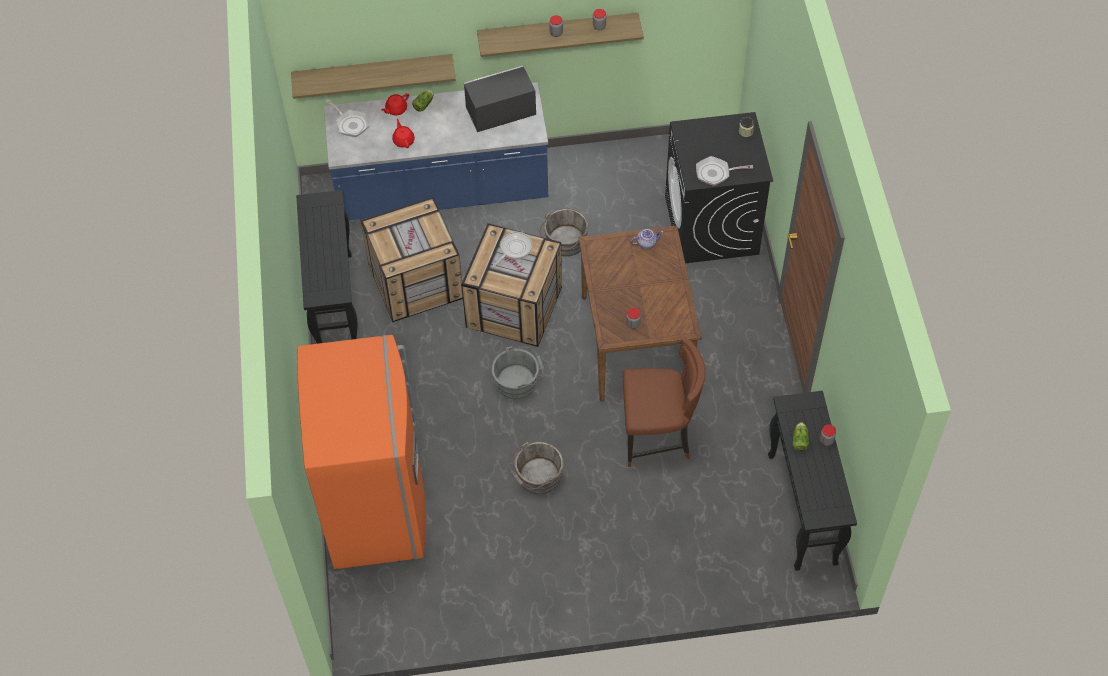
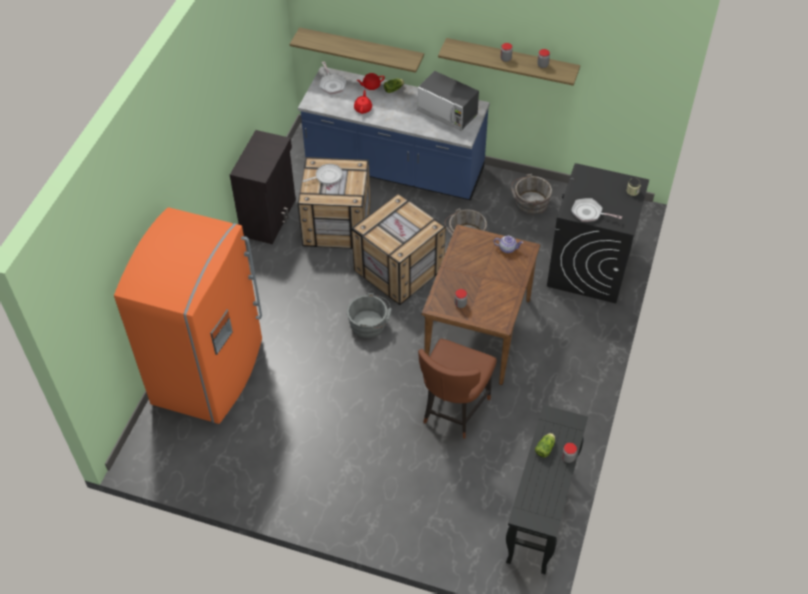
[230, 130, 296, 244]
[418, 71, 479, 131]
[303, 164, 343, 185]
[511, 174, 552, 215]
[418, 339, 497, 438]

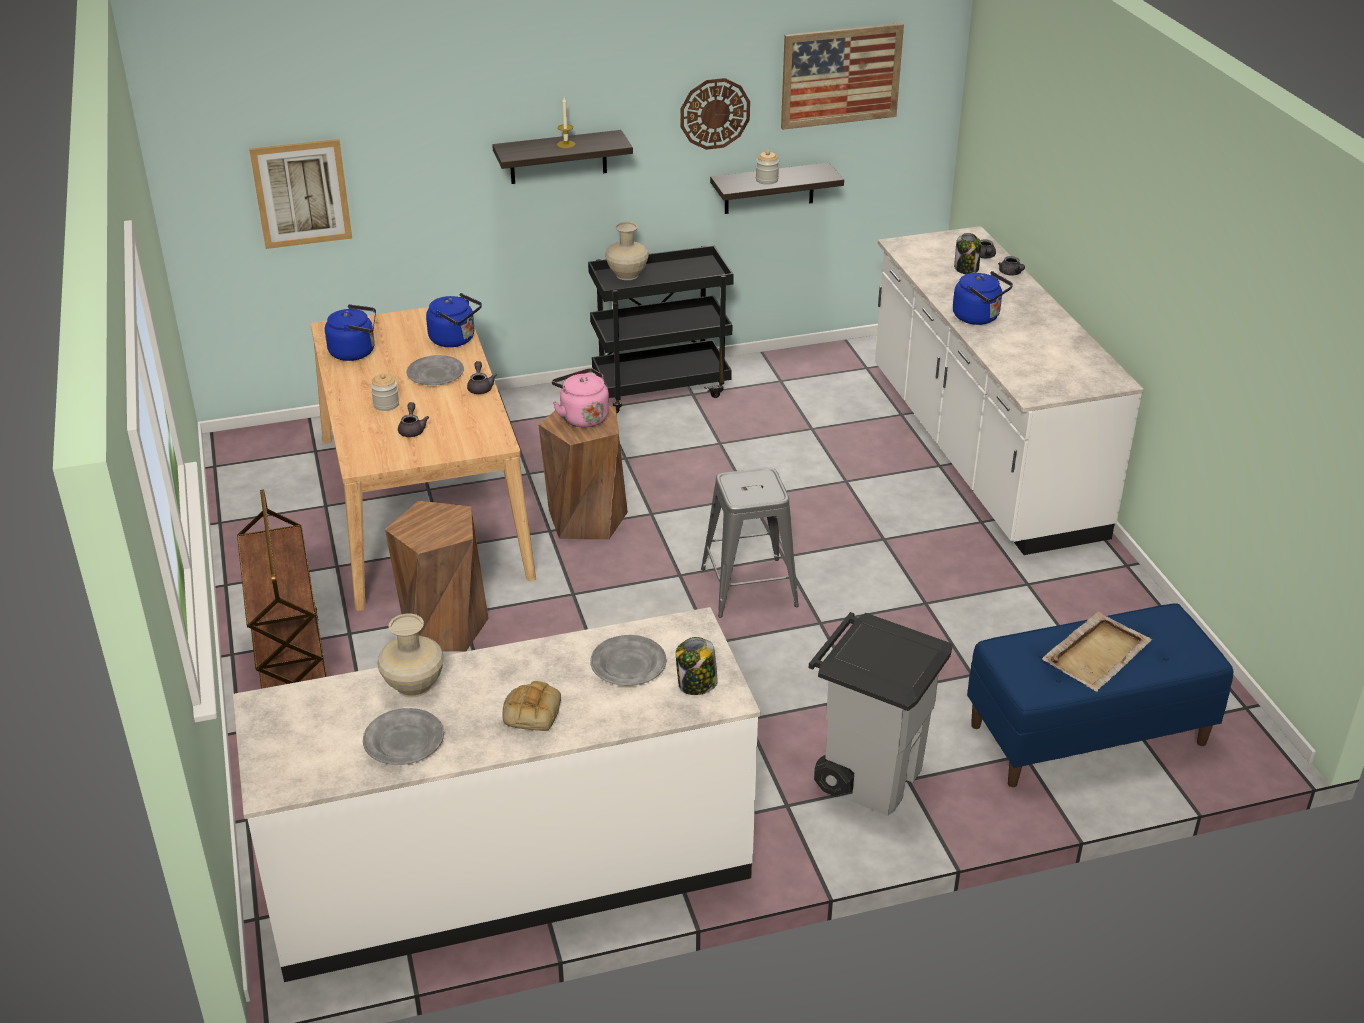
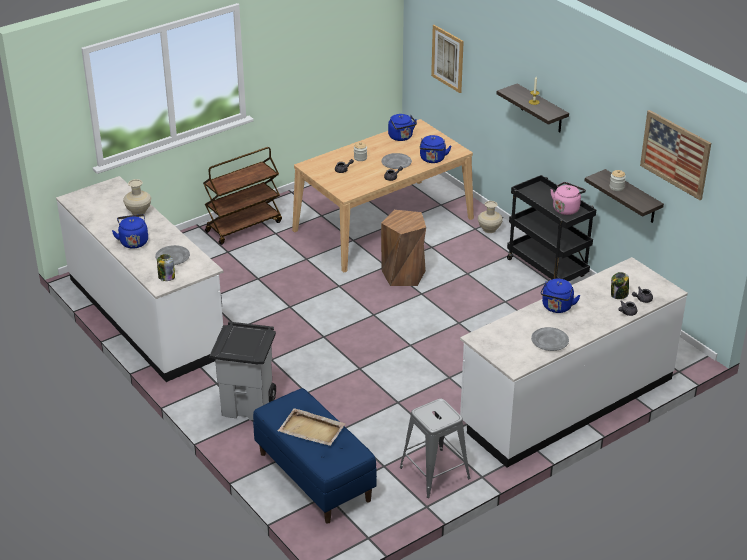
[531, 327, 569, 351]
[385, 501, 489, 652] (first image)
[112, 214, 148, 249]
[550, 182, 586, 215]
[478, 201, 503, 233]
[681, 78, 750, 150] (first image)
[400, 399, 470, 498]

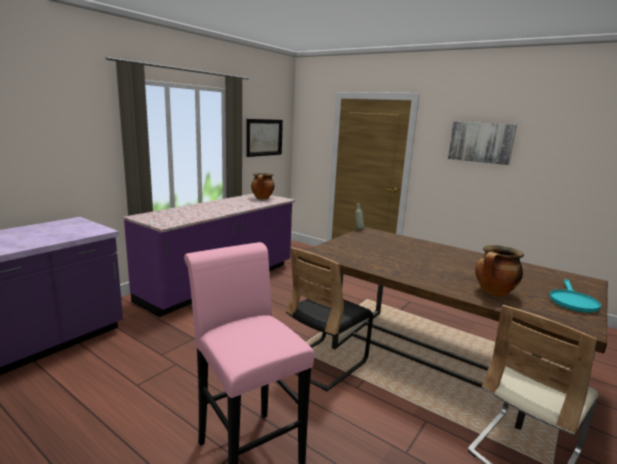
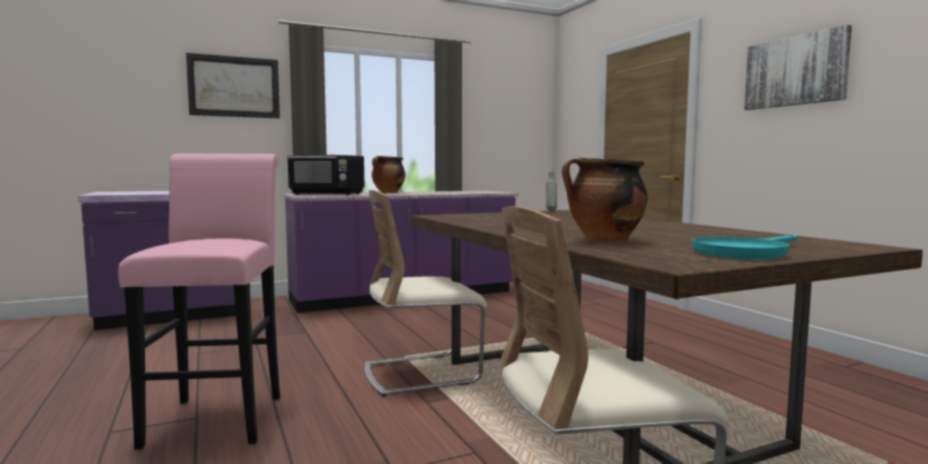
[186, 53, 280, 118]
[372, 156, 405, 193]
[365, 190, 487, 397]
[287, 155, 365, 195]

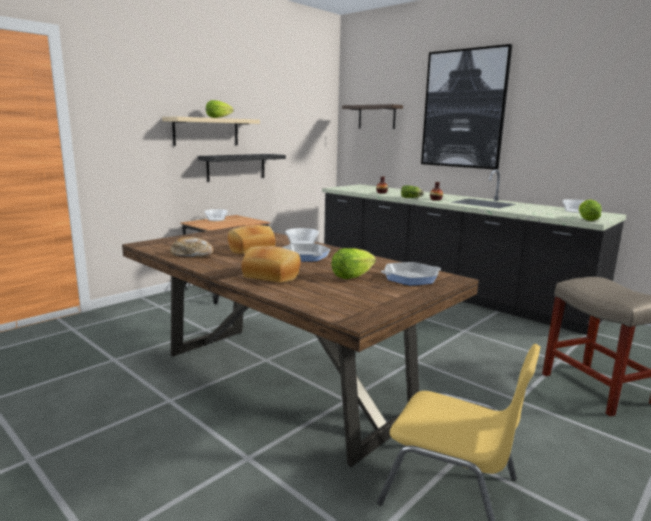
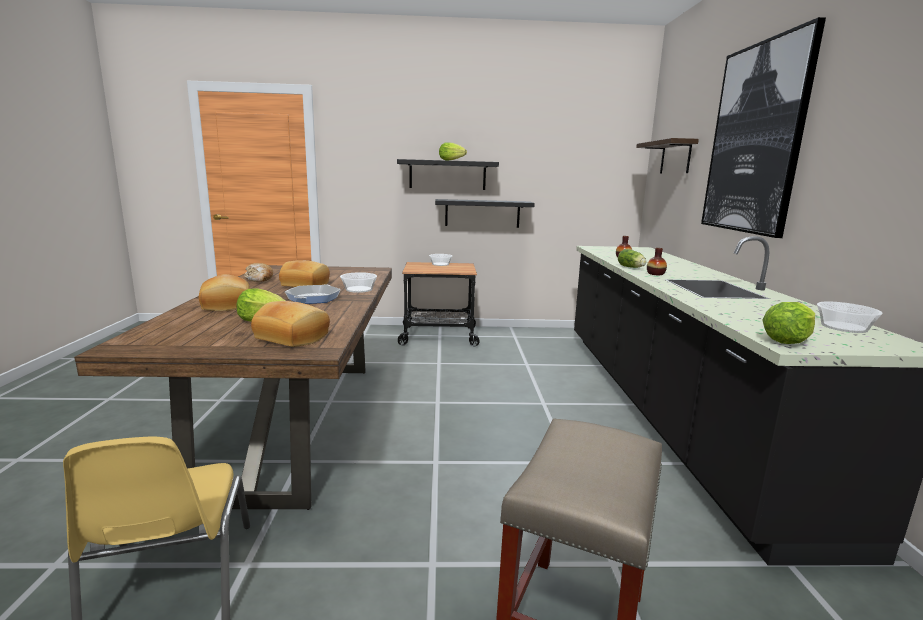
[397, 159, 499, 190]
[251, 301, 330, 347]

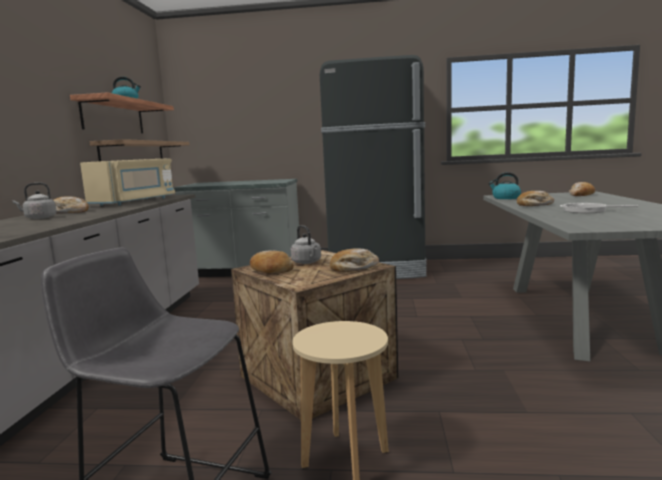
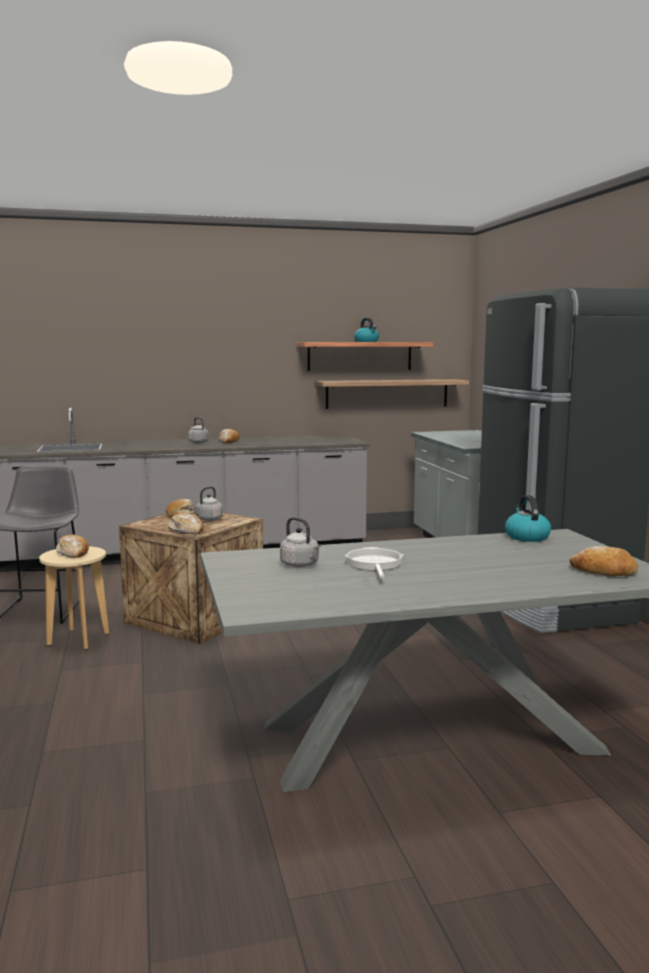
[80, 158, 175, 206] (first image)
[56, 534, 89, 558]
[280, 517, 321, 567]

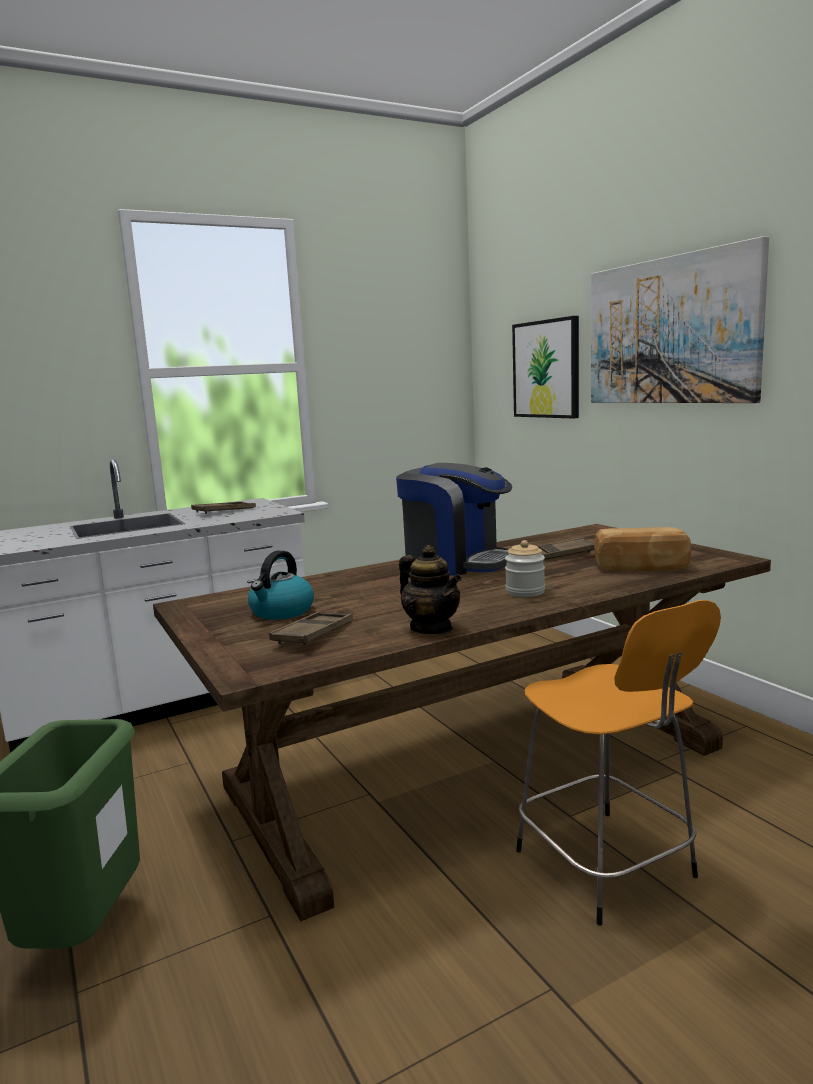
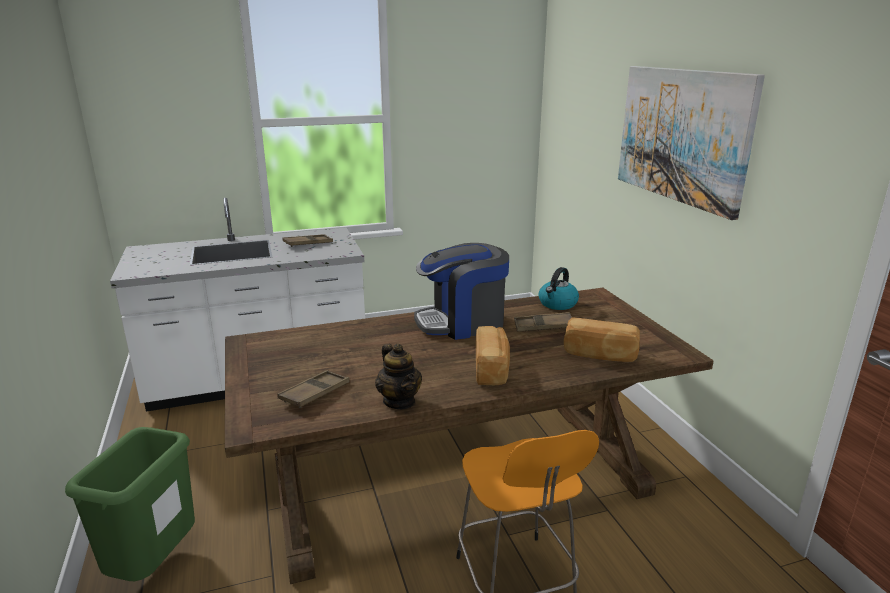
[538, 267, 579, 310]
[414, 243, 509, 340]
[475, 326, 510, 385]
[512, 316, 579, 419] (first image)

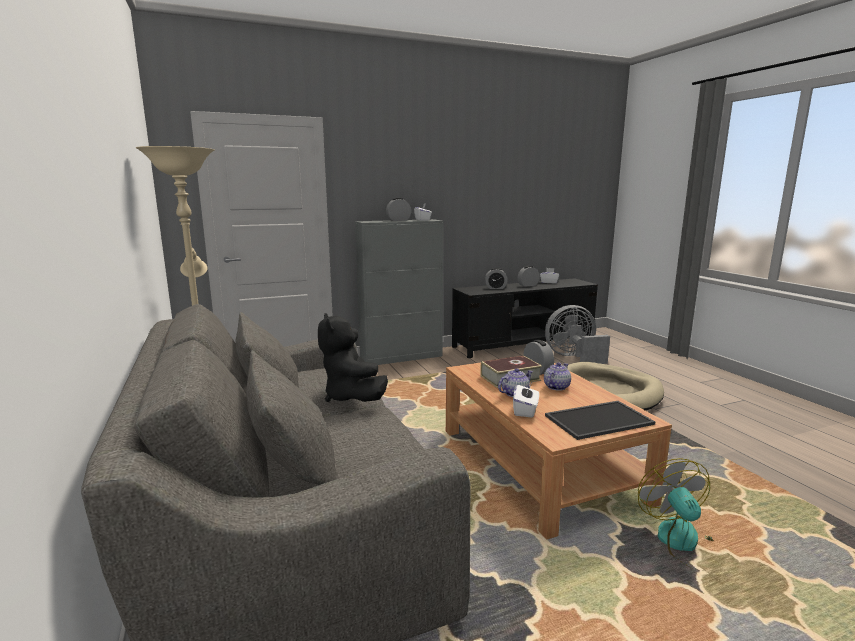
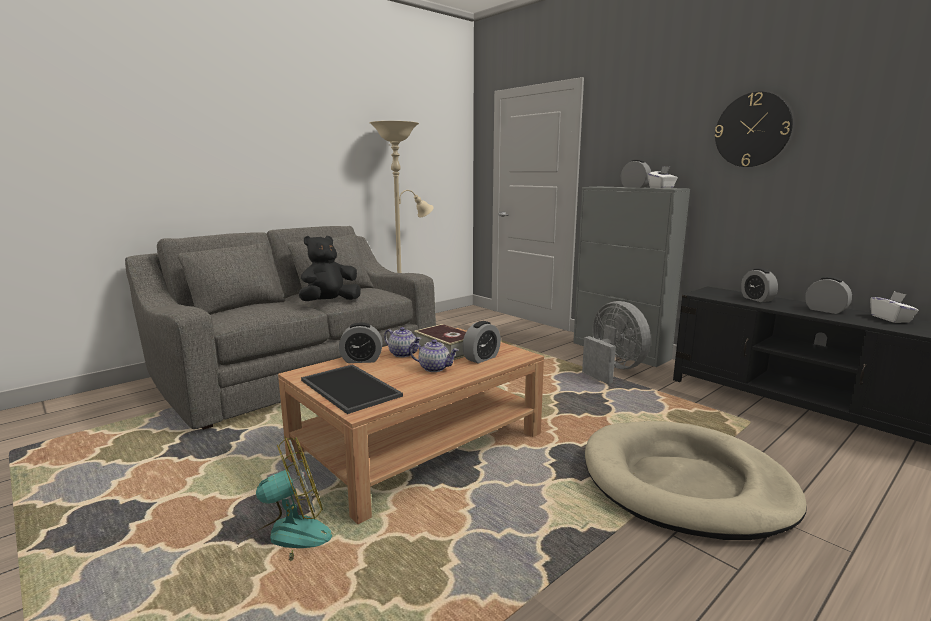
[339, 322, 383, 363]
[582, 301, 651, 384]
[715, 92, 793, 167]

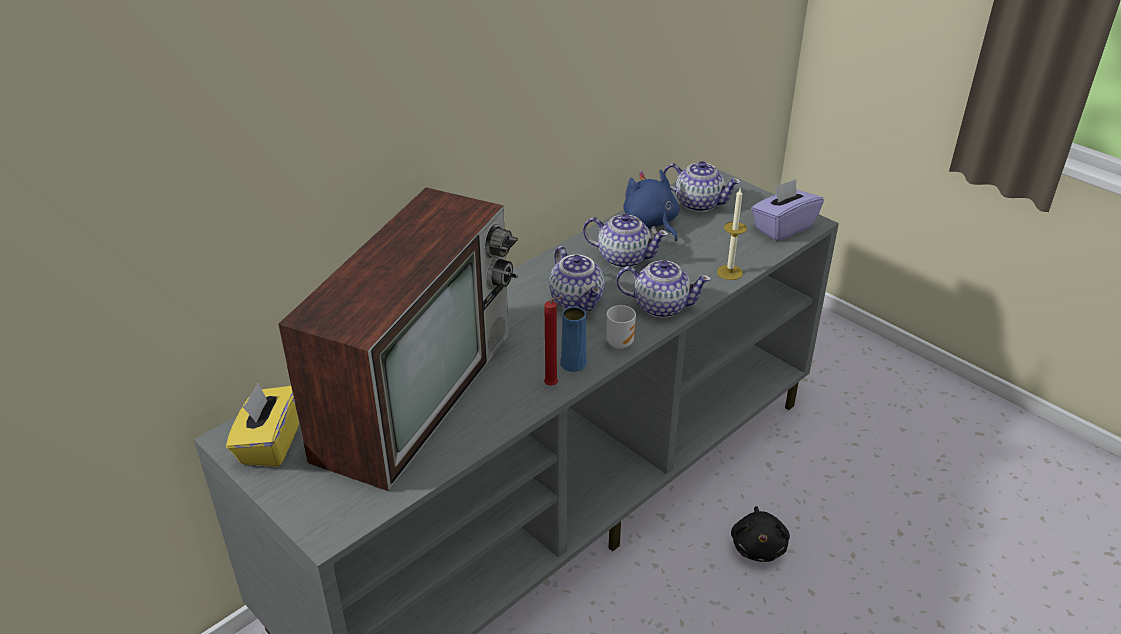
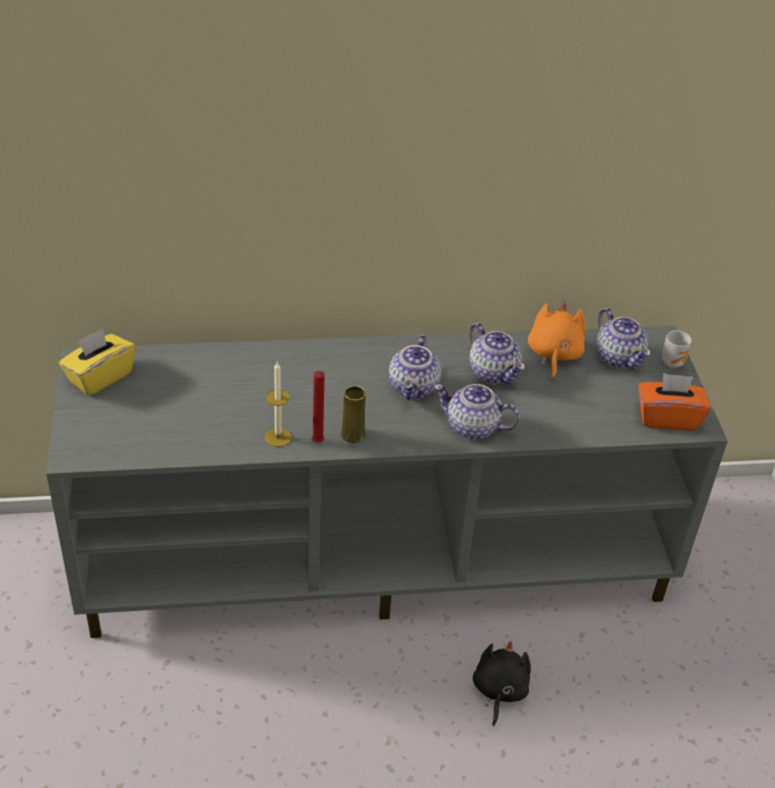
[278, 188, 518, 491] (first image)
[341, 386, 366, 443]
[662, 330, 692, 368]
[433, 384, 520, 440]
[528, 302, 586, 381]
[265, 362, 292, 447]
[473, 640, 531, 727]
[638, 373, 711, 430]

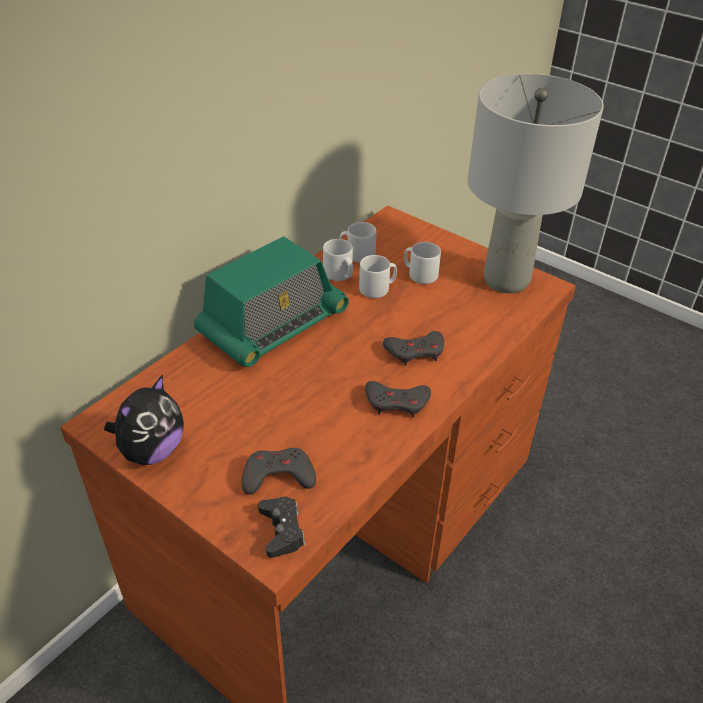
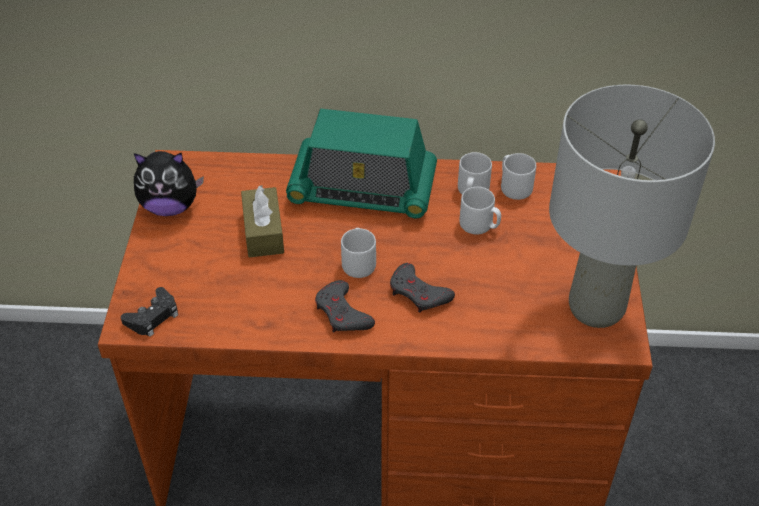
[242, 448, 316, 495] (first image)
[341, 228, 376, 278]
[241, 185, 284, 258]

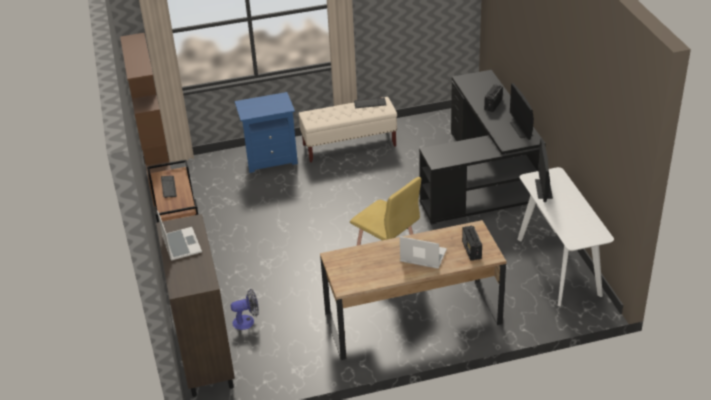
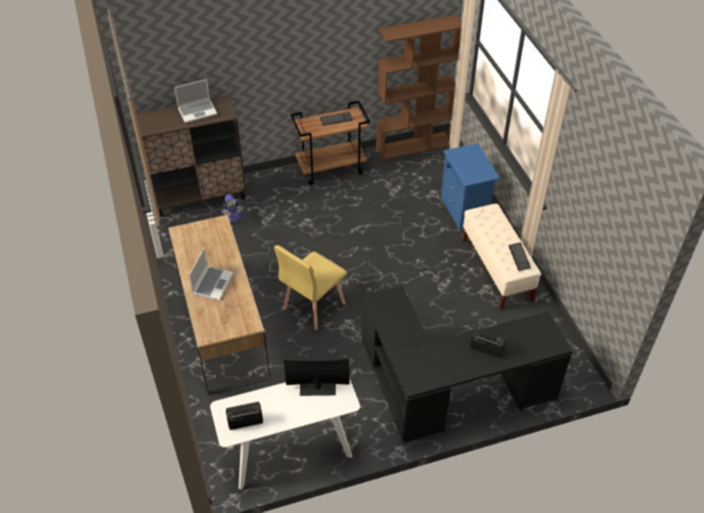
[226, 402, 263, 430]
[510, 83, 534, 140] (first image)

